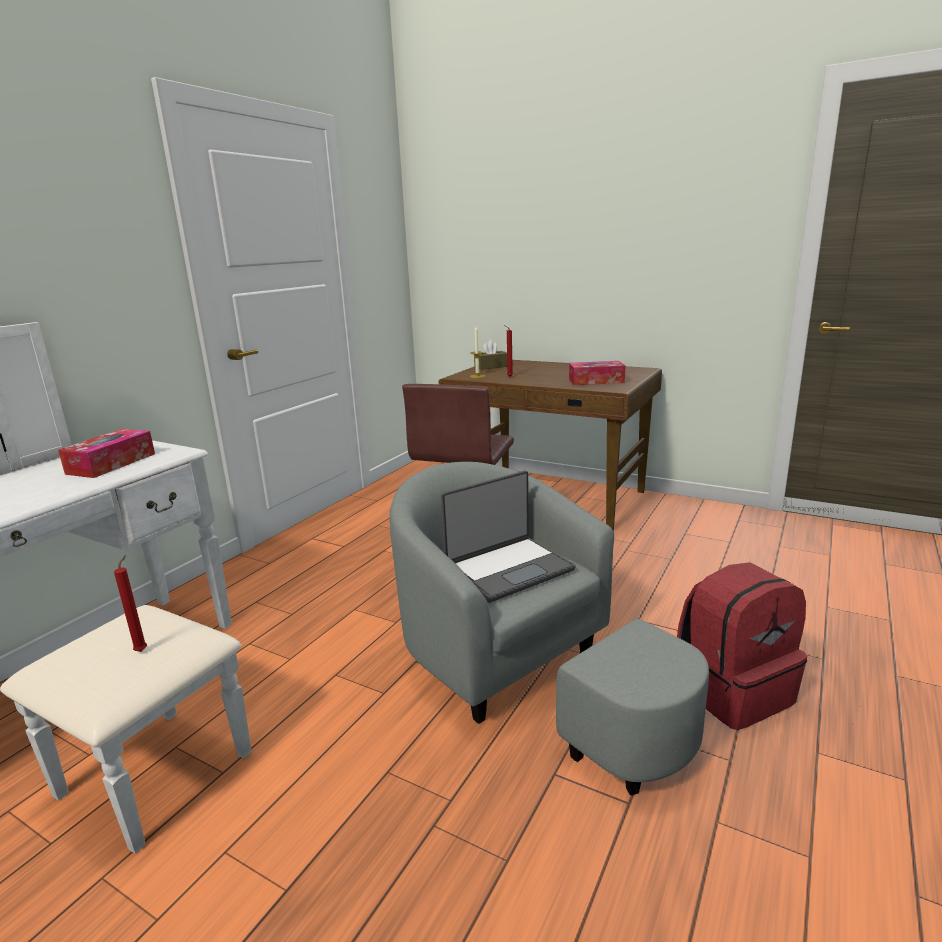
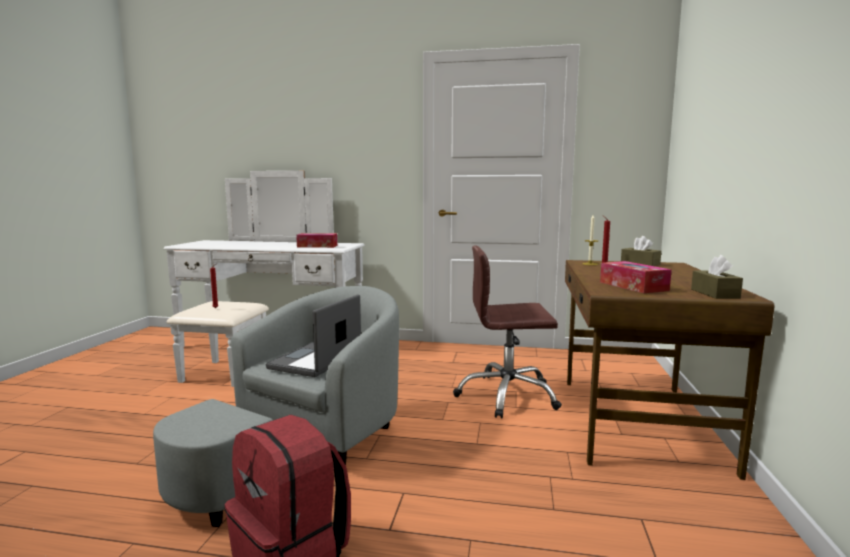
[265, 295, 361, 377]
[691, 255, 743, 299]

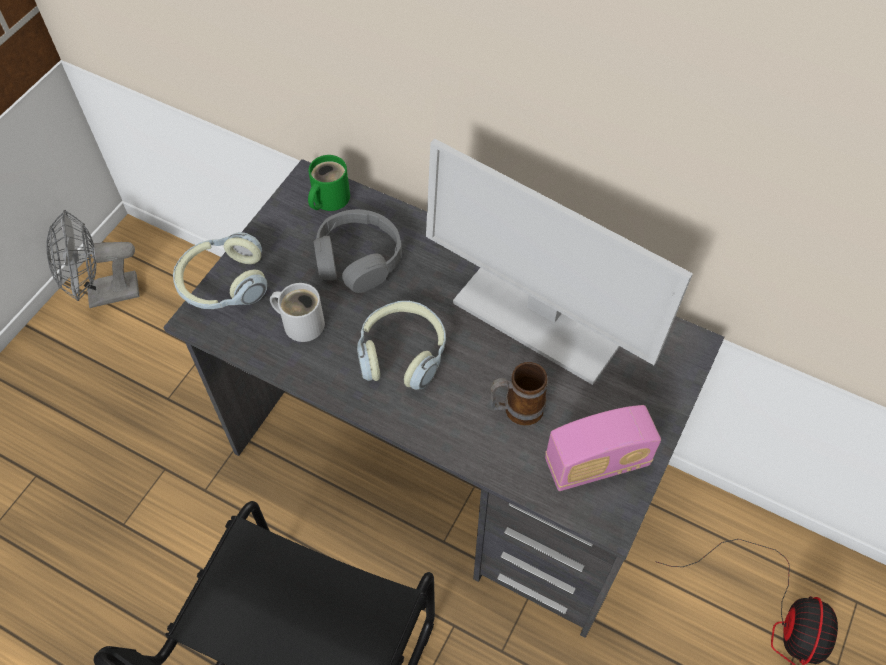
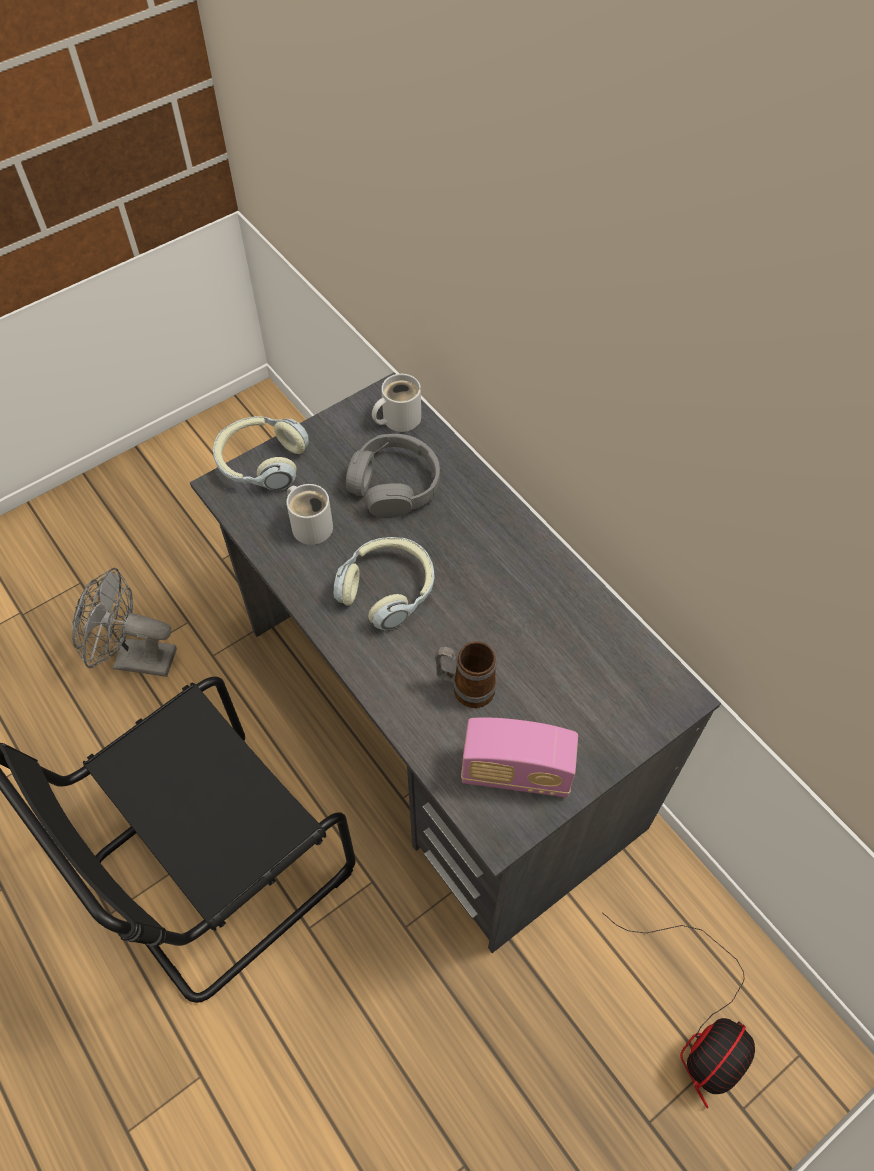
[72, 568, 177, 677]
[372, 374, 421, 432]
[426, 139, 693, 385] (first image)

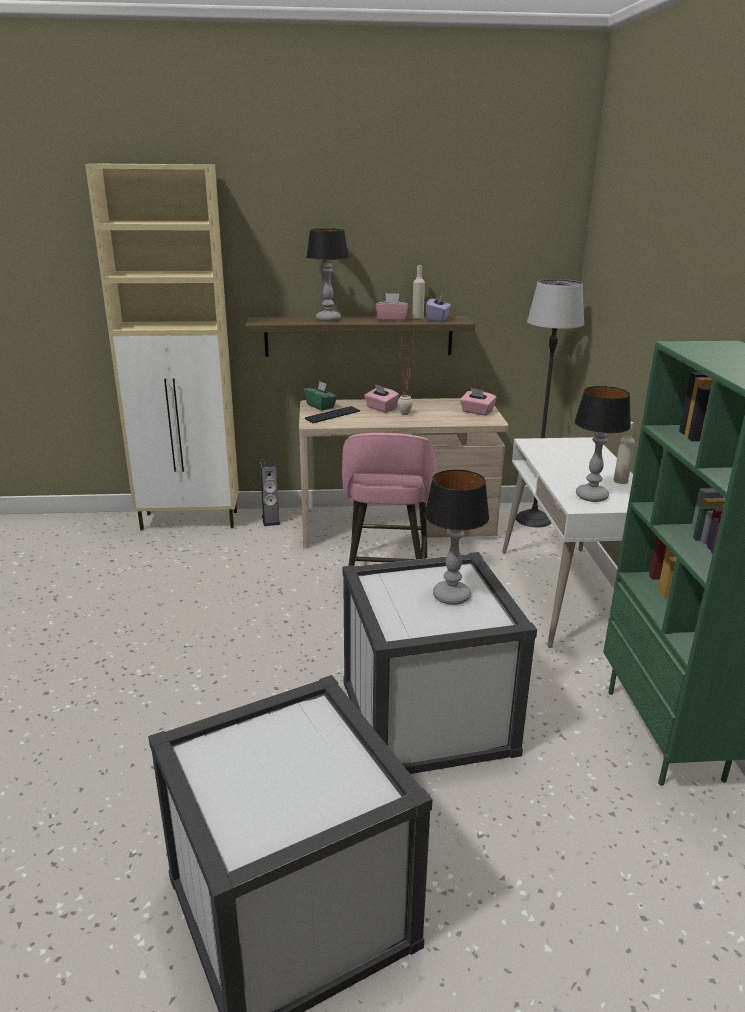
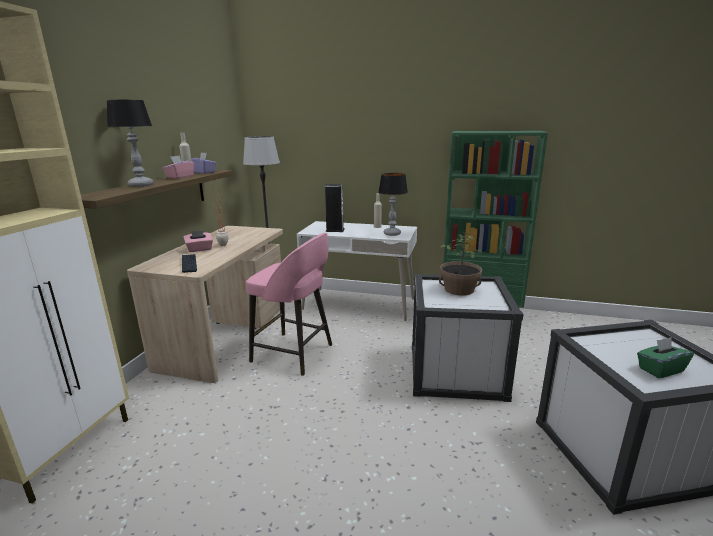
[325, 184, 345, 232]
[637, 337, 694, 378]
[439, 232, 482, 296]
[460, 388, 497, 416] (first image)

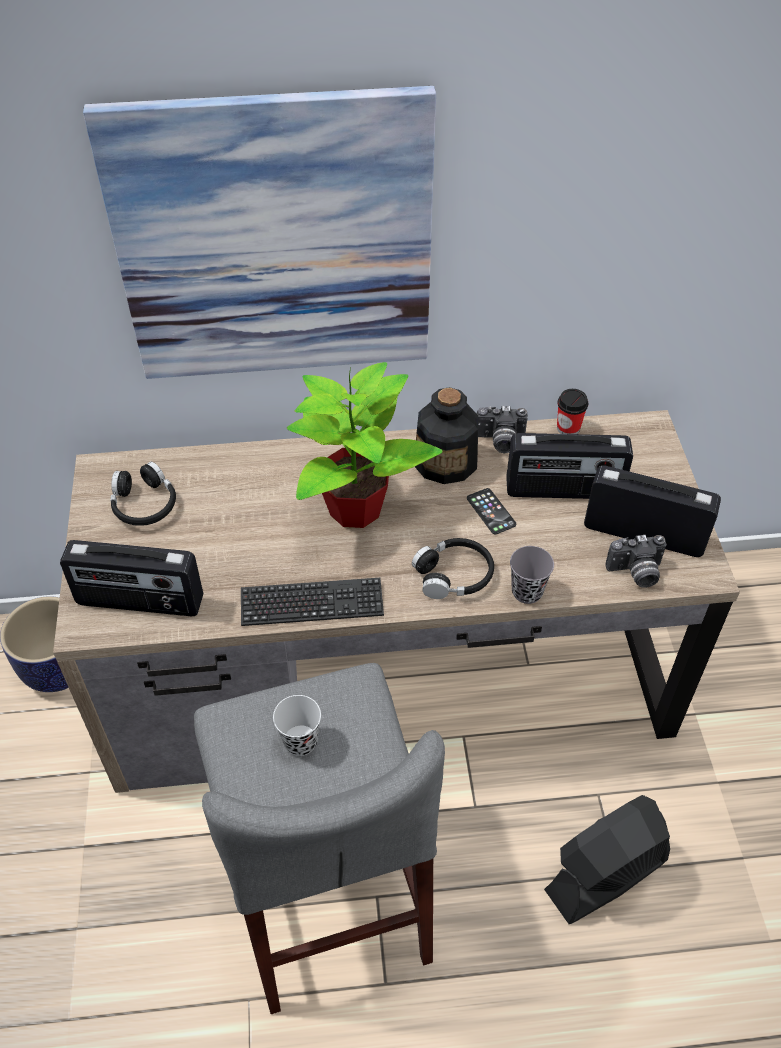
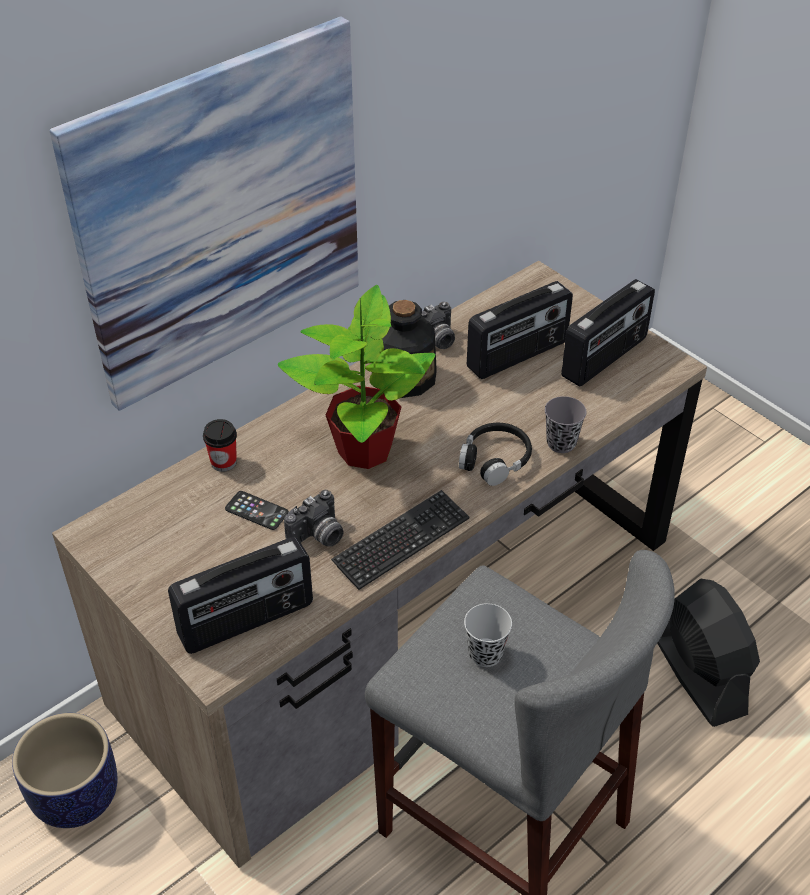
[110, 462, 176, 526] (first image)
[225, 491, 289, 530]
[657, 578, 760, 727]
[203, 419, 237, 472]
[561, 279, 655, 387]
[284, 490, 344, 547]

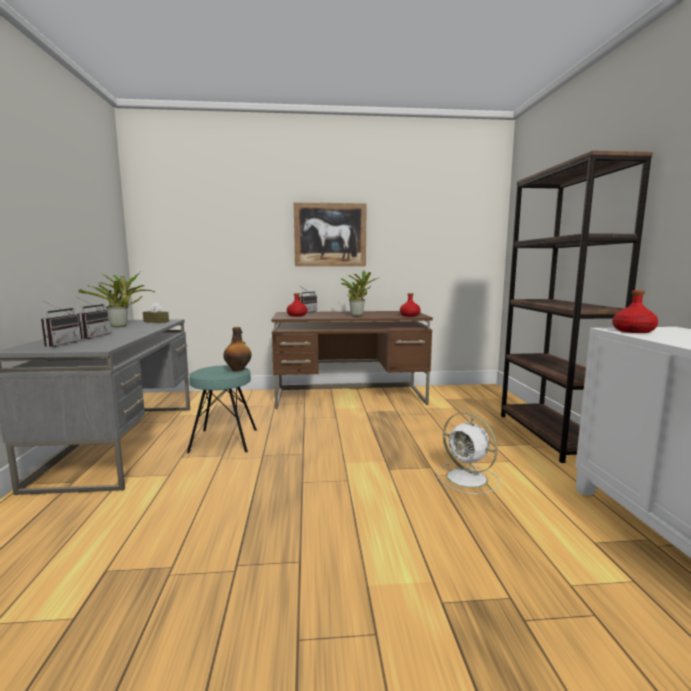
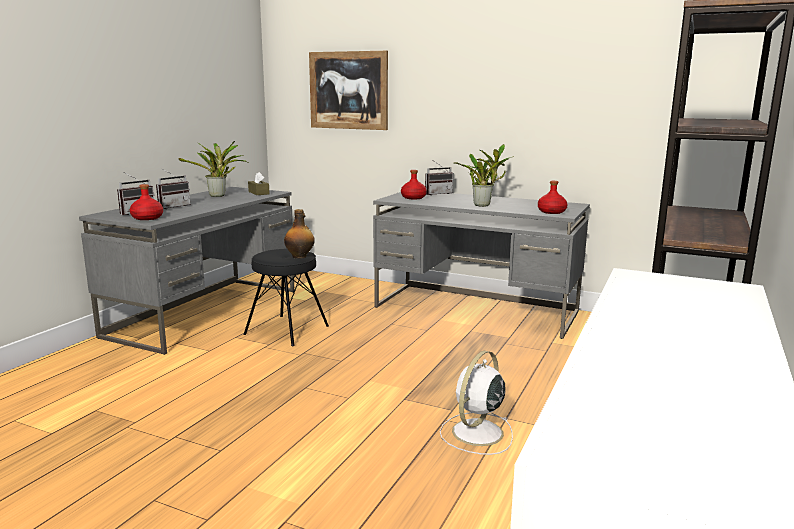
[243, 249, 329, 346]
[373, 192, 590, 339]
[309, 51, 388, 130]
[440, 351, 513, 455]
[130, 184, 163, 220]

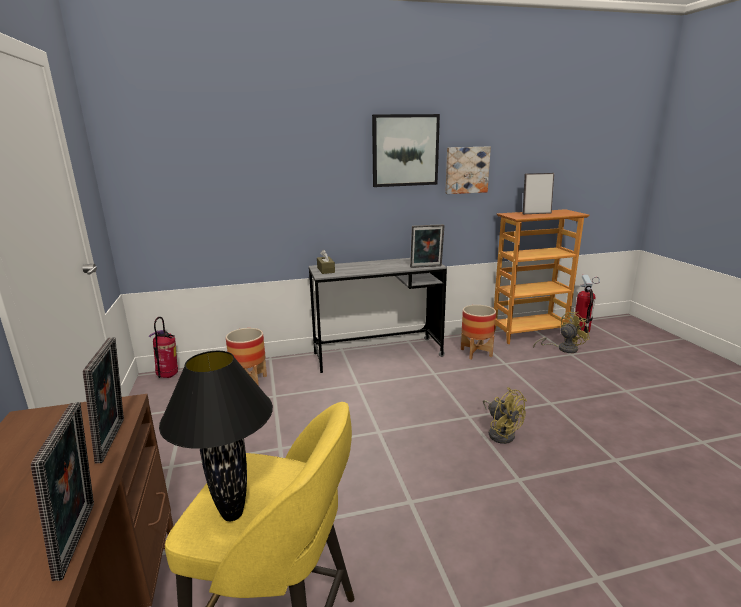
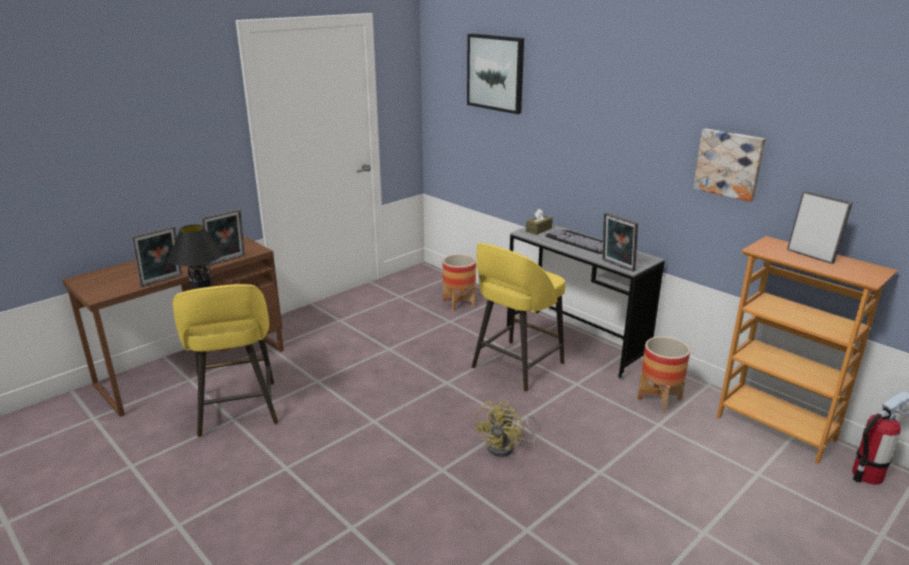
[148, 317, 178, 378] (first image)
[467, 33, 524, 114]
[533, 312, 590, 353] (first image)
[472, 243, 566, 392]
[545, 229, 603, 254]

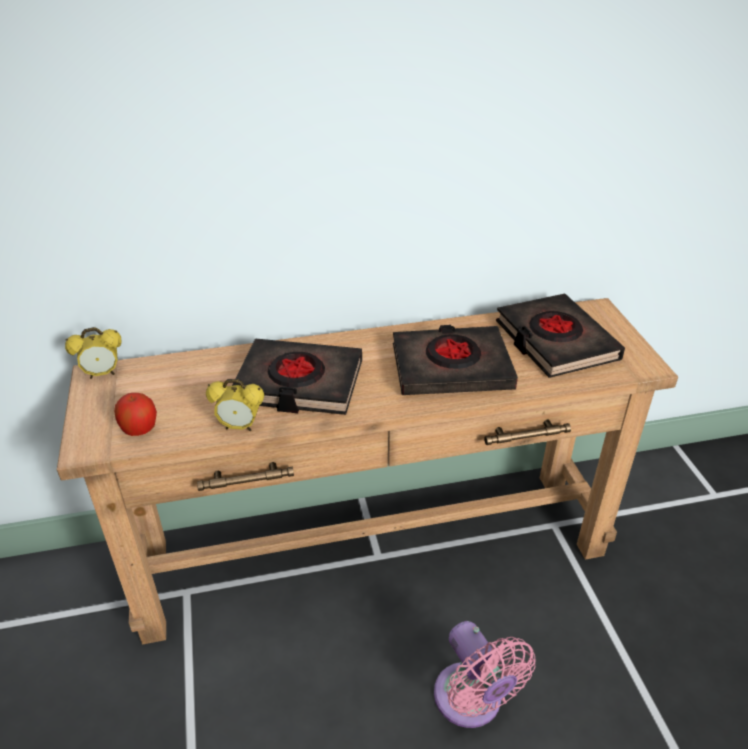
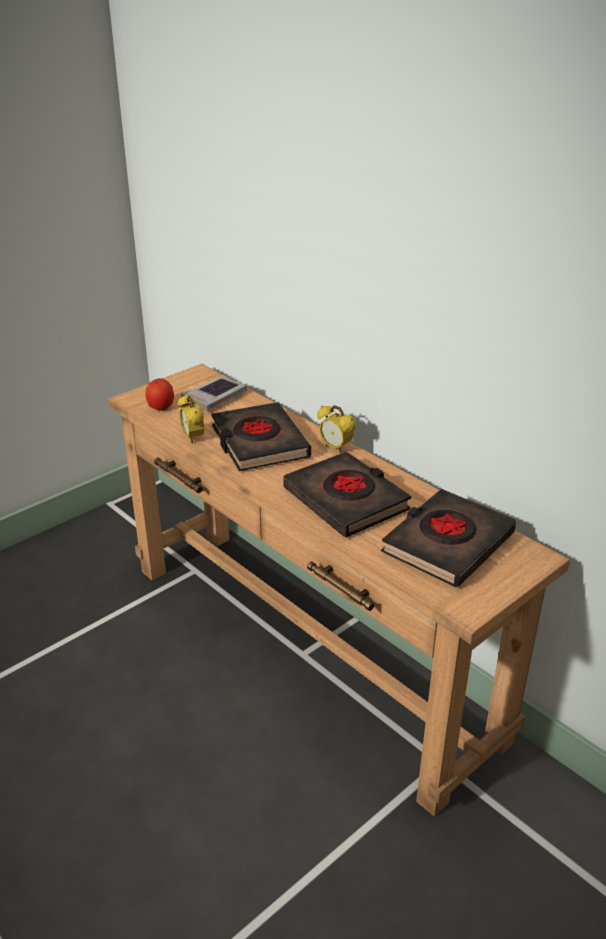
[317, 405, 356, 453]
[434, 621, 535, 728] (first image)
[181, 376, 247, 411]

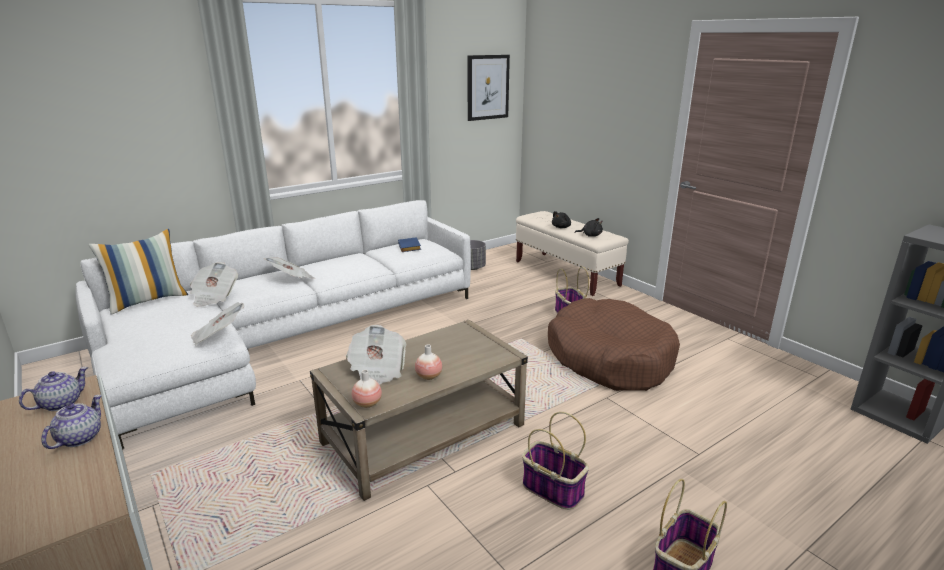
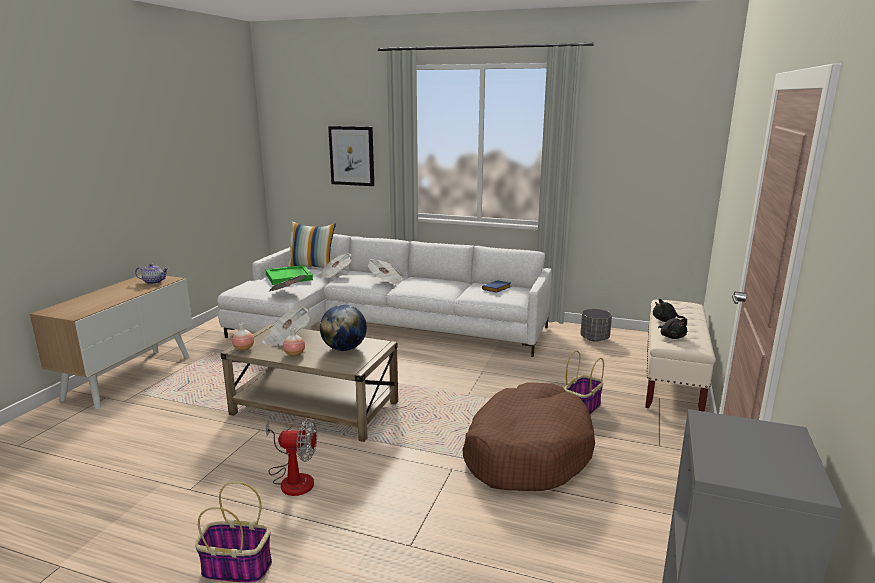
[41, 395, 102, 449] (first image)
[328, 126, 374, 186]
[266, 419, 317, 496]
[265, 265, 313, 285]
[320, 304, 367, 351]

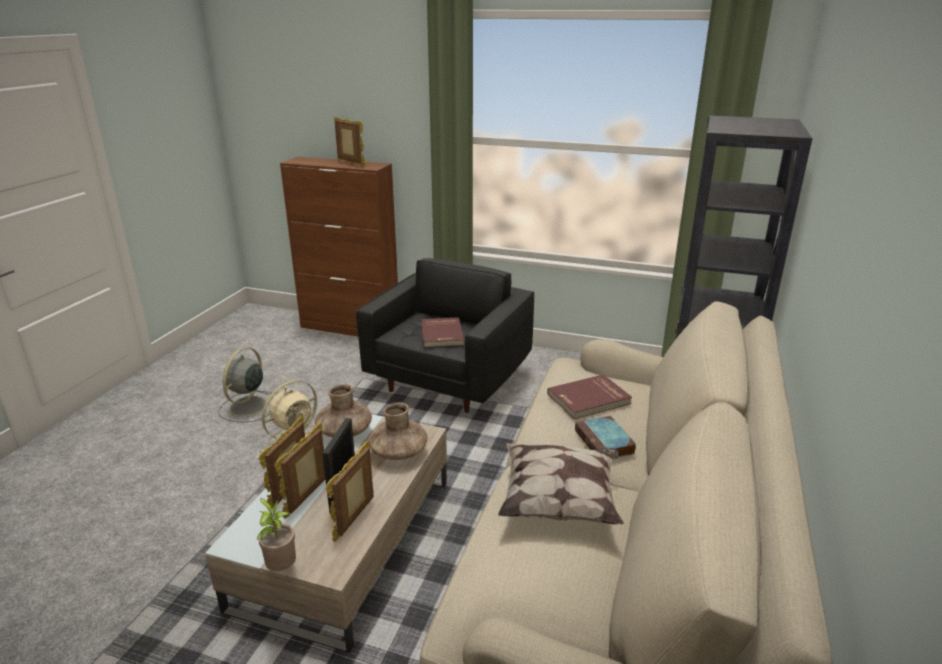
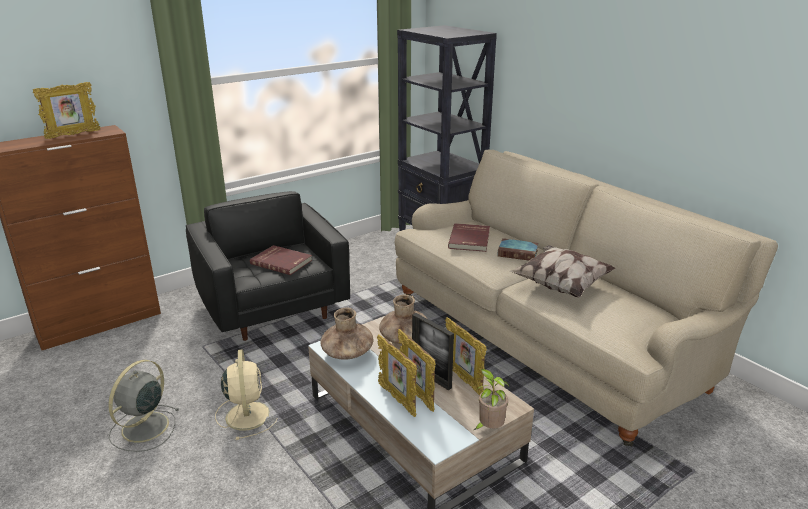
[108, 360, 180, 452]
[33, 82, 100, 139]

